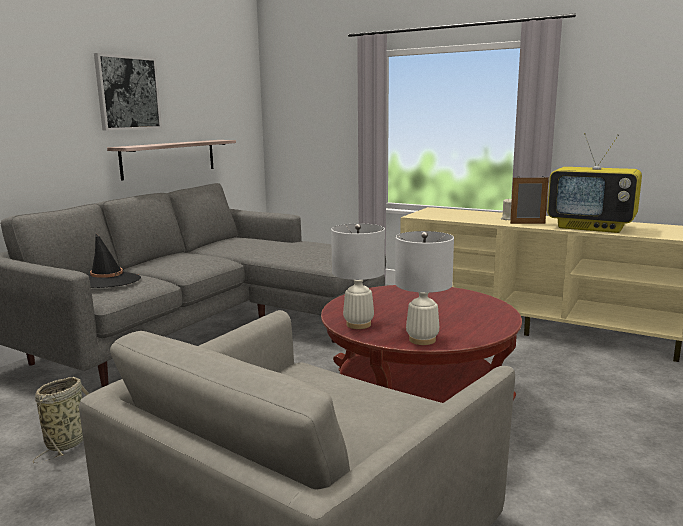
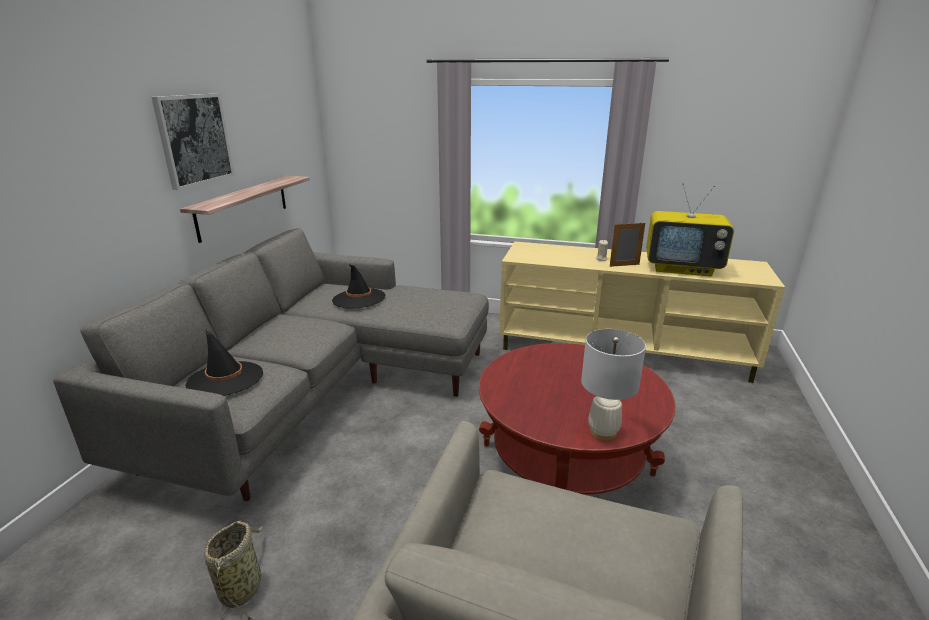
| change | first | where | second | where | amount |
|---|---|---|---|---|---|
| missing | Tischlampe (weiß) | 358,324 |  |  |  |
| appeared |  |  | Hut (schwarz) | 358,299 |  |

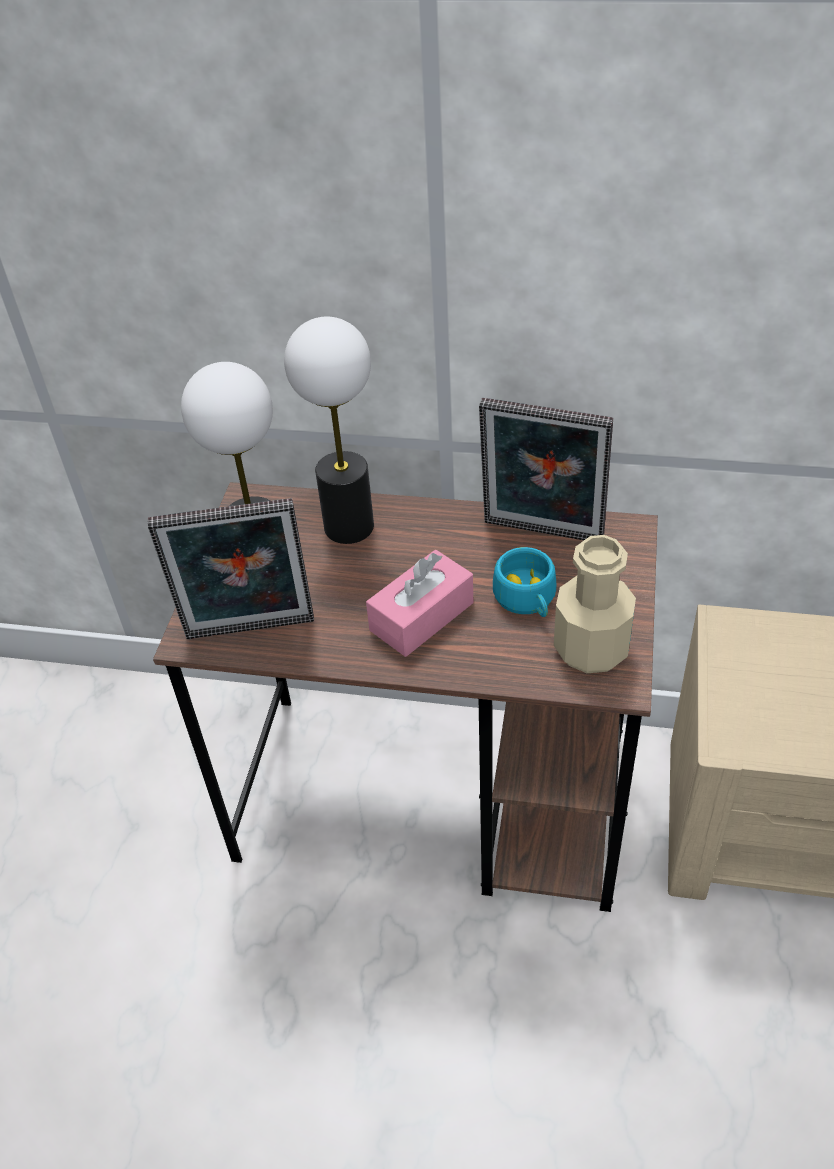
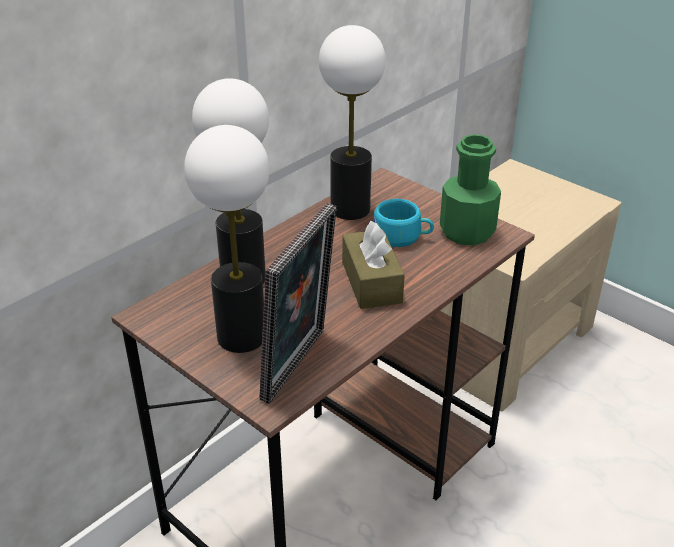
| change | first | where | second | where | amount |
|---|---|---|---|---|---|
| colour | Taschentuchbox (rosa) | 421,616 | Taschentuchbox (braun) | 371,282 |  |
| exchanged | Bilderrahmen | 541,535 | Tischlampe | 350,209 |  |
| colour | Flasche (beige) | 591,648 | Flasche (grün) | 467,232 |  |

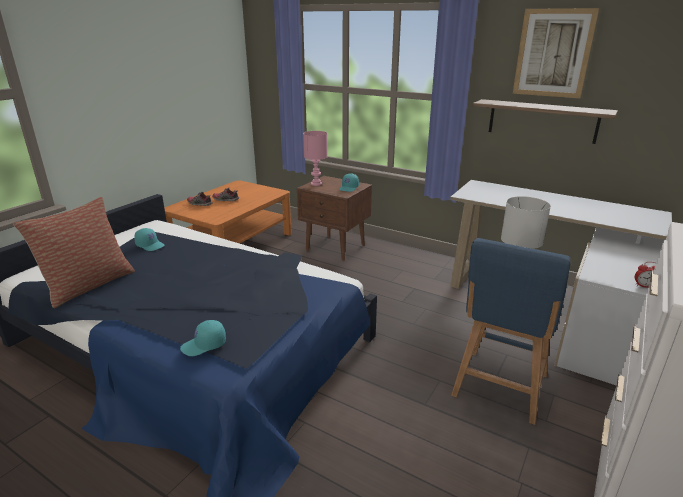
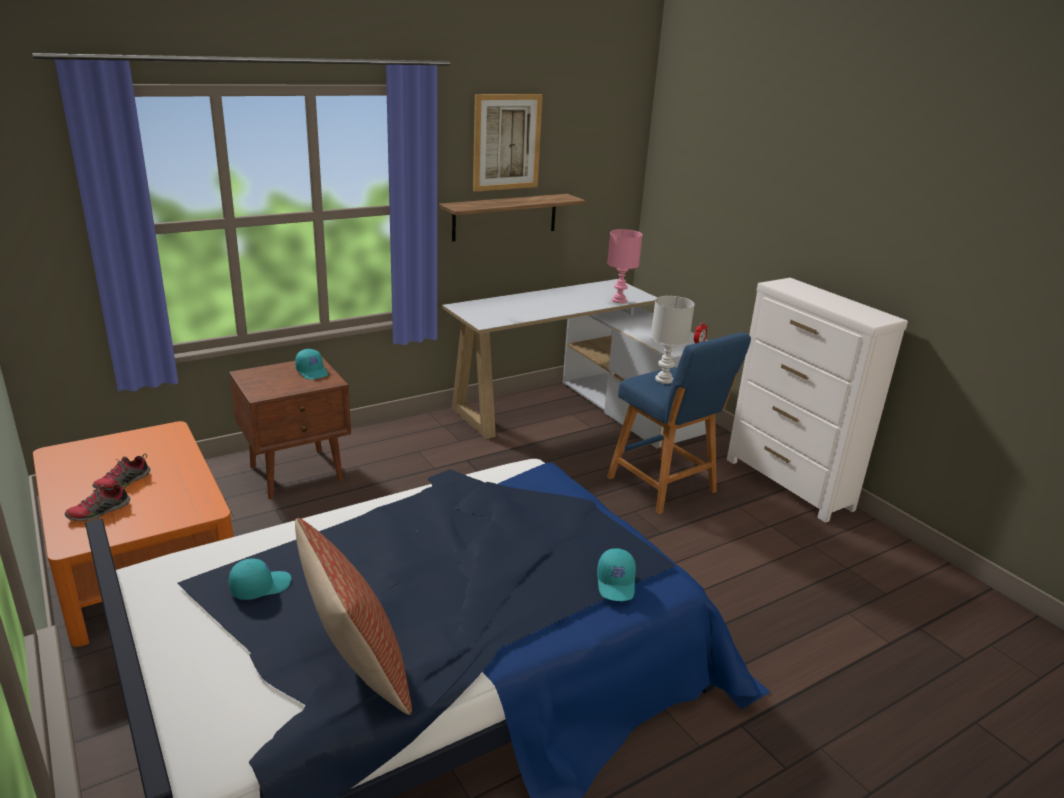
| change | first | where | second | where | amount |
|---|---|---|---|---|---|
| relocated | Tischlampe (rosa) | 316,184 |  | 619,300 |  |

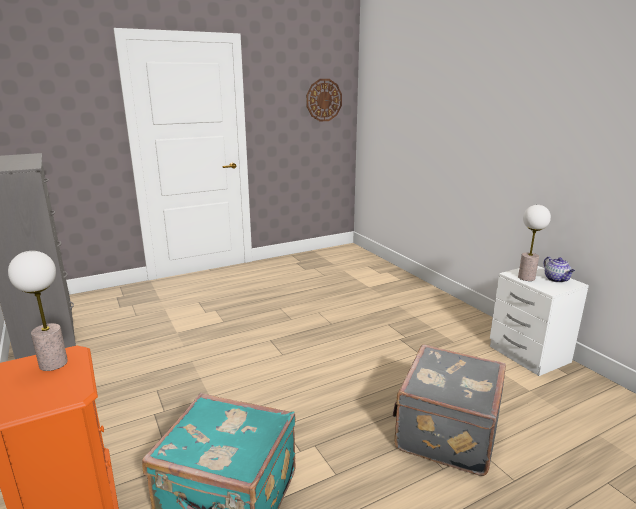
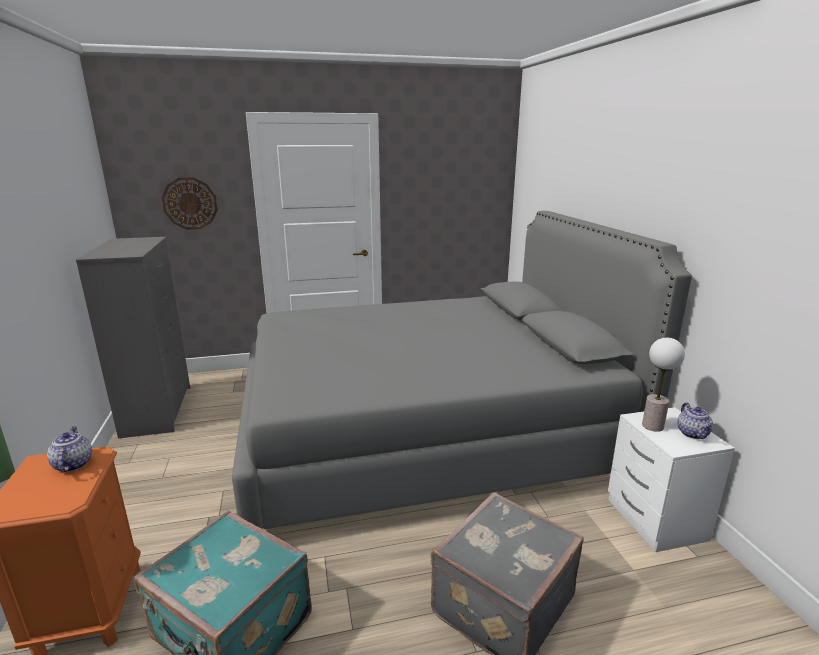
| change | first | where | second | where | amount |
|---|---|---|---|---|---|
| exchanged | Tischlampe | 53,363 | Teekanne | 73,464 |  |
| relocated | Wanduhr | 324,100 |  | 190,203 |  |
| appeared |  |  | Bett (grau) | 425,434 |  |

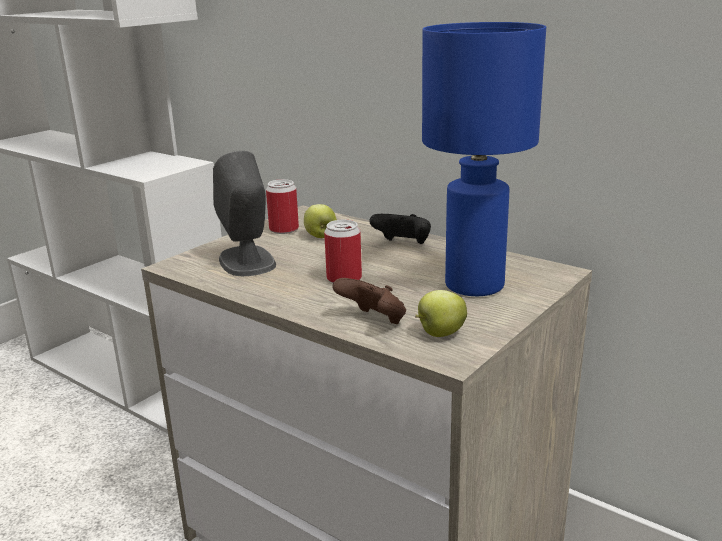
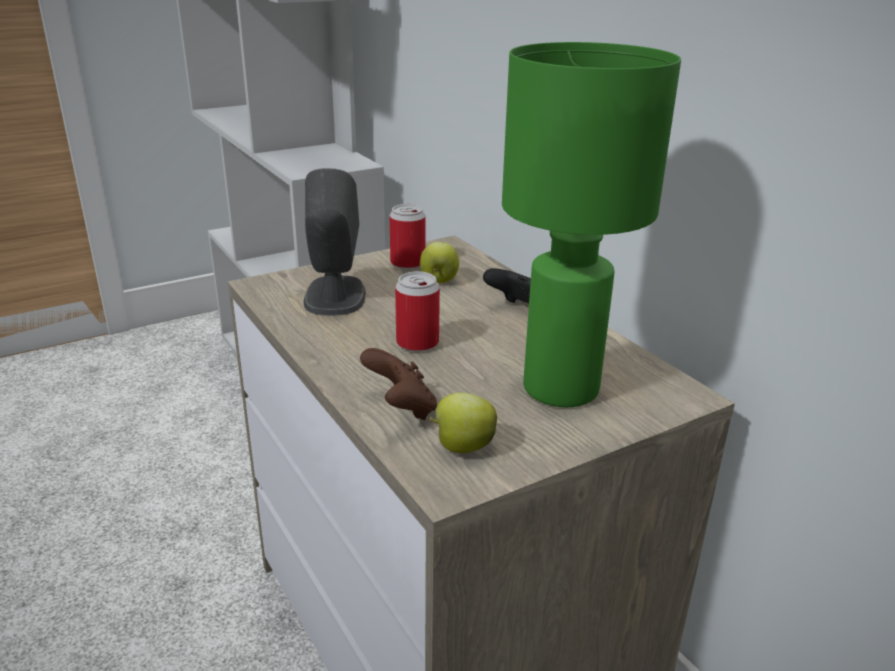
| change | first | where | second | where | amount |
|---|---|---|---|---|---|
| colour | Tischlampe (blau) | 472,285 | Tischlampe (grün) | 558,388 |  |

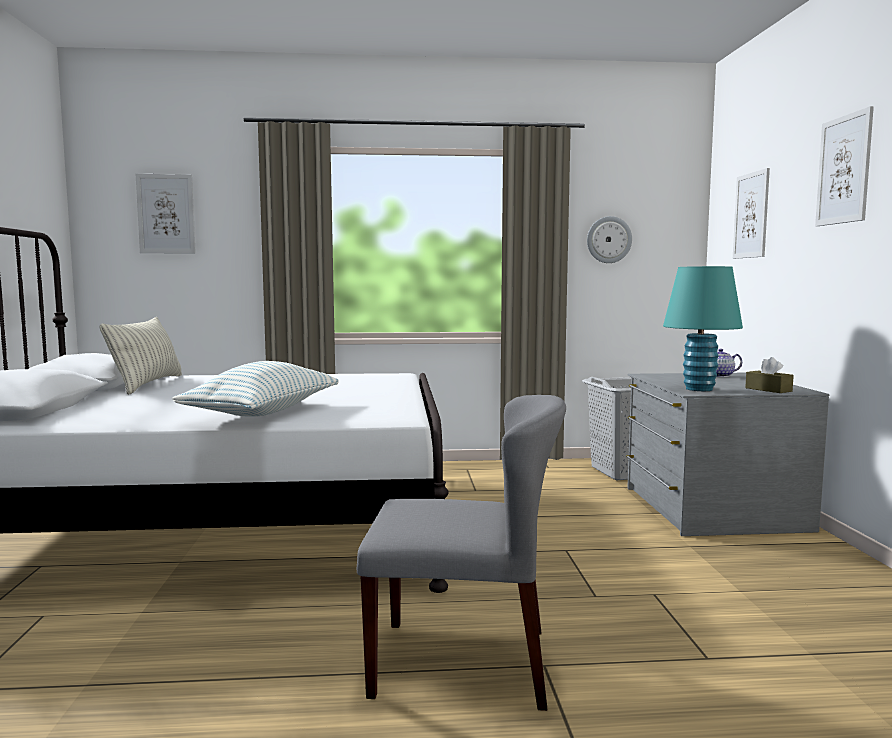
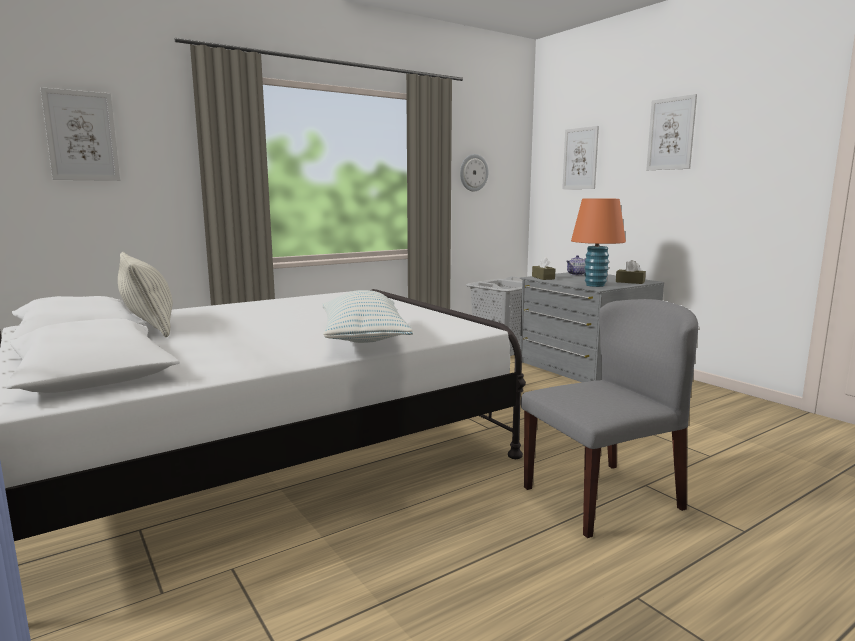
| change | first | where | second | where | amount |
|---|---|---|---|---|---|
| colour | Tischlampe (türkis) | 698,389 | Tischlampe (orange) | 595,285 |  |
| appeared |  |  | Taschentuchbox (braun) | 543,278 |  |

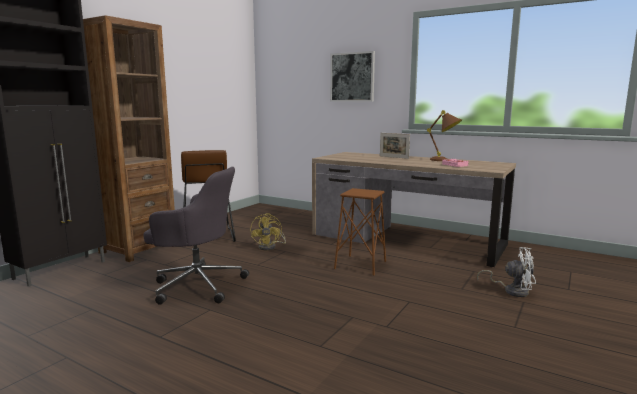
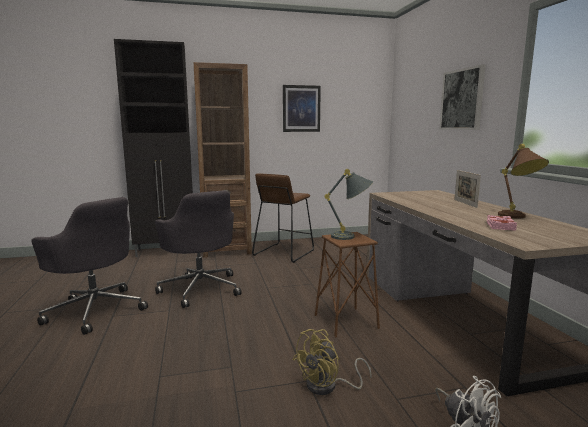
| change | first | where | second | where | amount |
|---|---|---|---|---|---|
| relocated | Ventilator (gelb) | 270,247 |  | 328,386 |  |
| appeared |  |  | Bürostuhl (grau) | 95,310 |  |
| appeared |  |  | Bild | 301,108 |  |
| appeared |  |  | Tischlampe (grau) | 351,237 |  |

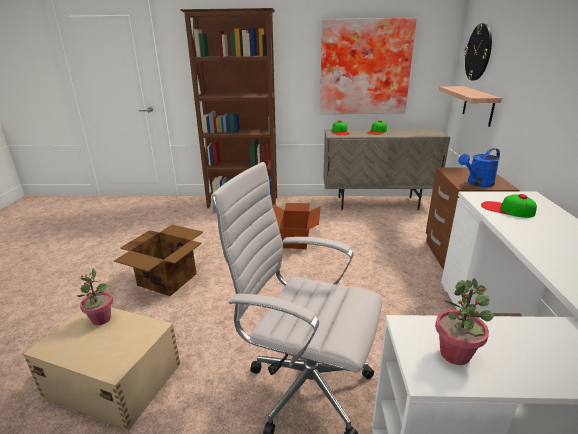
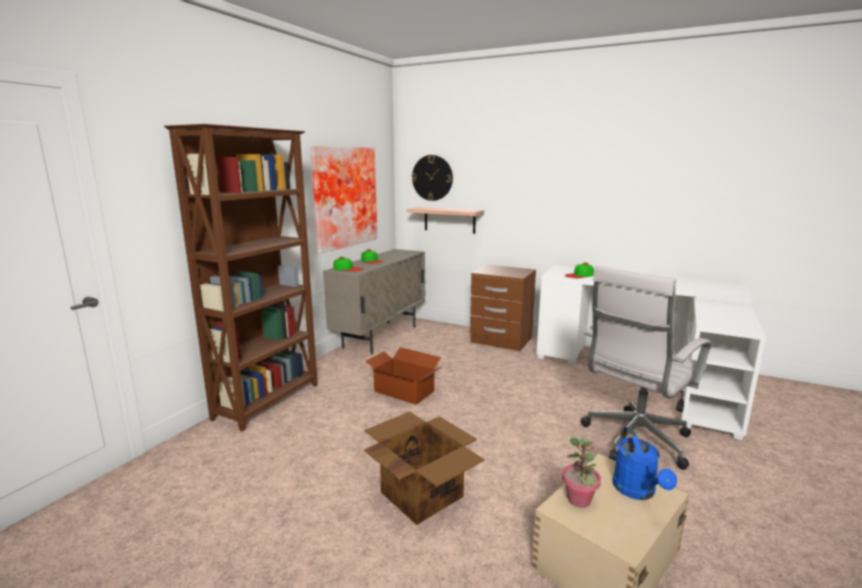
| change | first | where | second | where | amount |
|---|---|---|---|---|---|
| missing | Topfpflanze | 455,354 |  |  |  |
| relocated | Gießkanne (blau) | 477,184 |  | 638,492 |  |

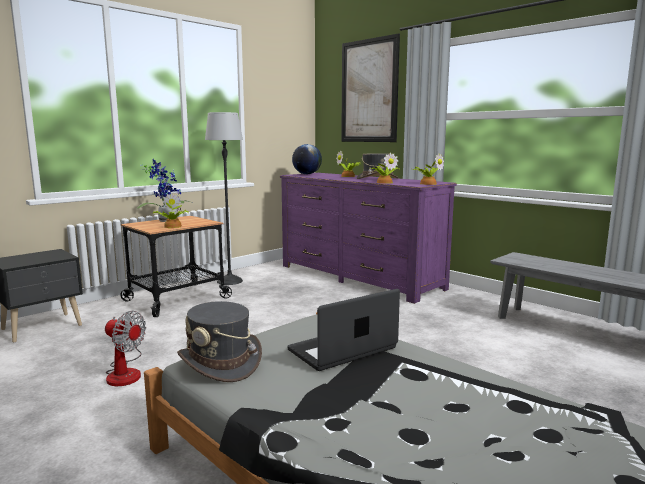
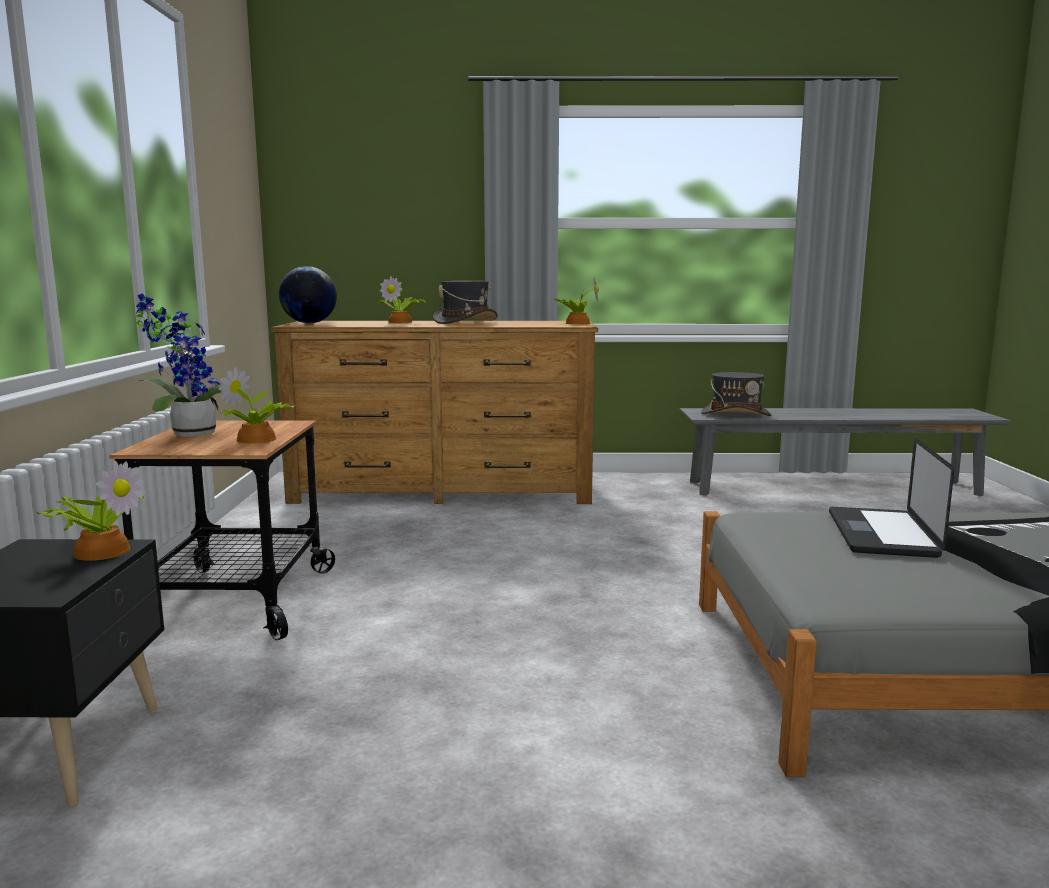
| change | first | where | second | where | amount |
|---|---|---|---|---|---|
| missing | Ventilator | 125,372 |  |  |  |
| relocated | Hut (grau) | 221,362 |  | 735,414 |  |
| missing | Stehlampe | 230,281 |  |  |  |
| colour | Kommode (lila) | 358,277 | Kommode (braun) | 443,491 |  |
| missing | Bild | 368,91 |  |  |  |
| relocated | Topfpflanze | 384,182 |  | 102,550 |  |

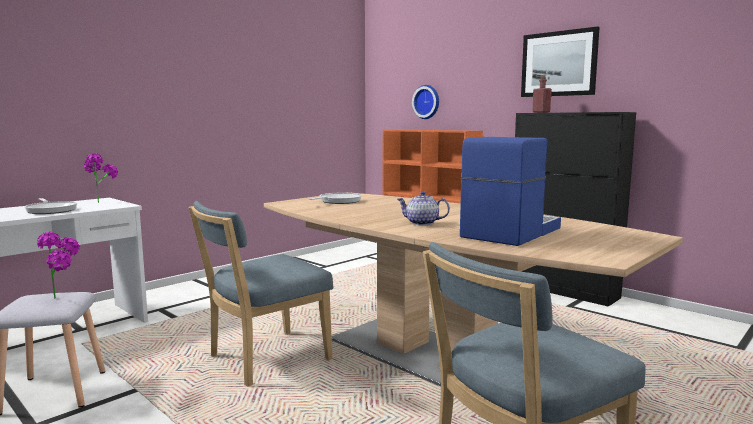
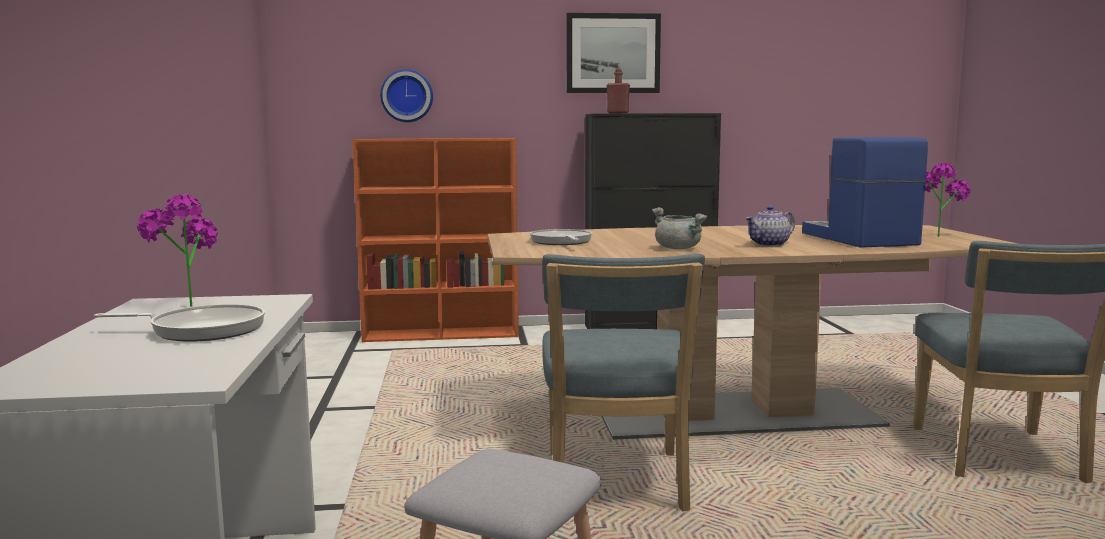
| change | first | where | second | where | amount |
|---|---|---|---|---|---|
| relocated | Topfpflanze | 64,297 |  | 938,235 |  |
| appeared |  |  | Kochtopf (grau) | 679,248 |  |

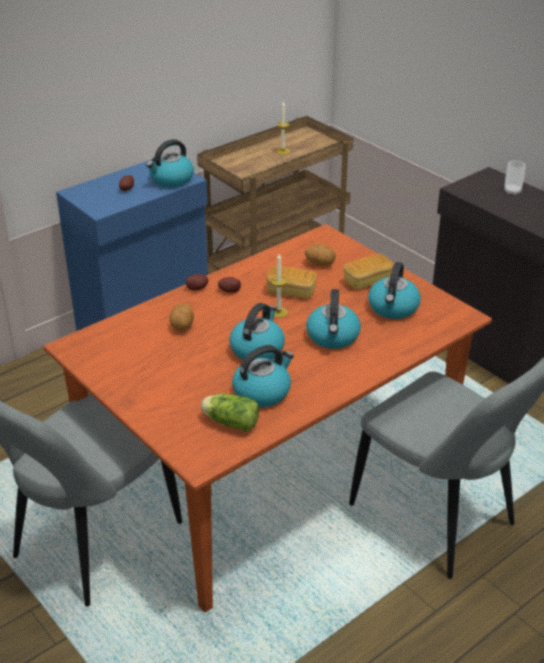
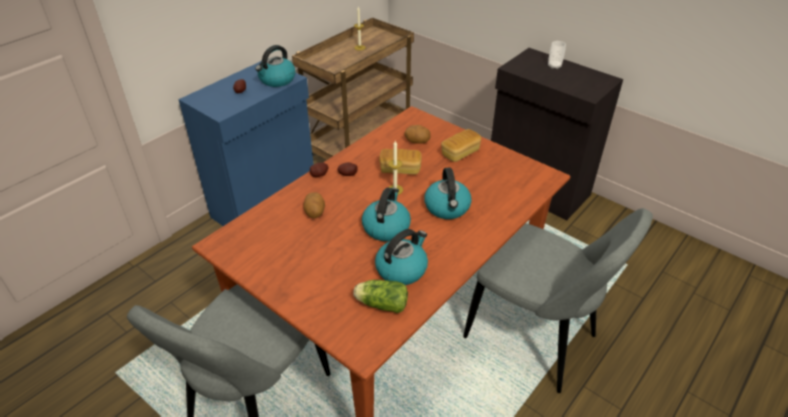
| change | first | where | second | where | amount |
|---|---|---|---|---|---|
| missing | Wasserkessel | 393,308 |  |  |  |

